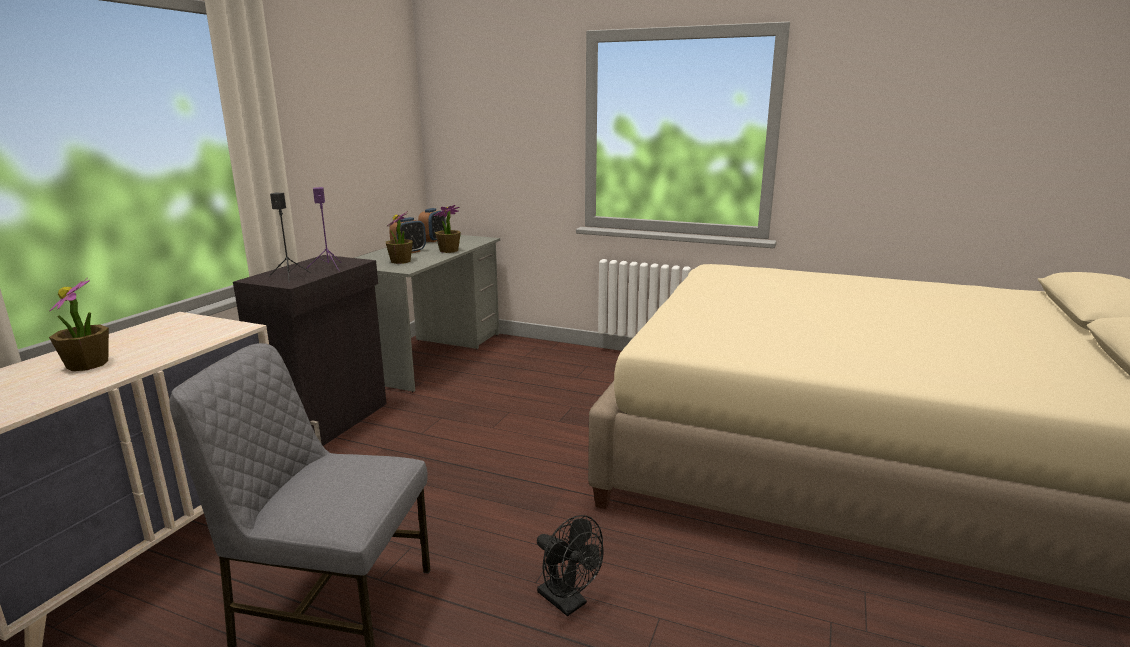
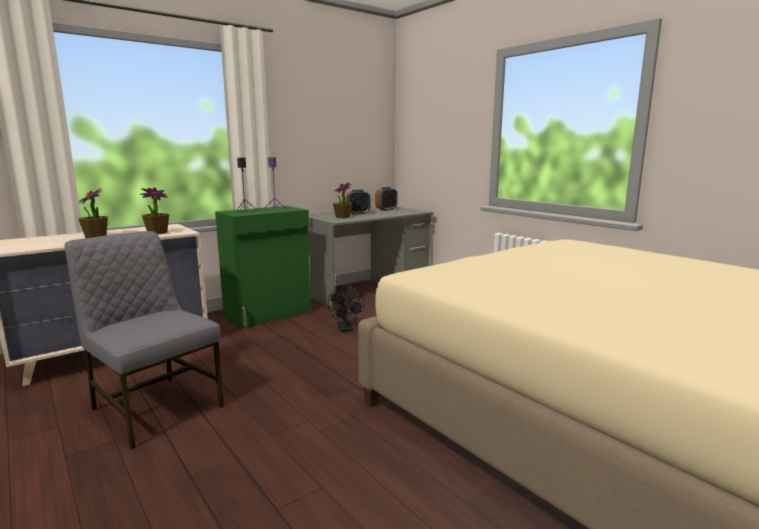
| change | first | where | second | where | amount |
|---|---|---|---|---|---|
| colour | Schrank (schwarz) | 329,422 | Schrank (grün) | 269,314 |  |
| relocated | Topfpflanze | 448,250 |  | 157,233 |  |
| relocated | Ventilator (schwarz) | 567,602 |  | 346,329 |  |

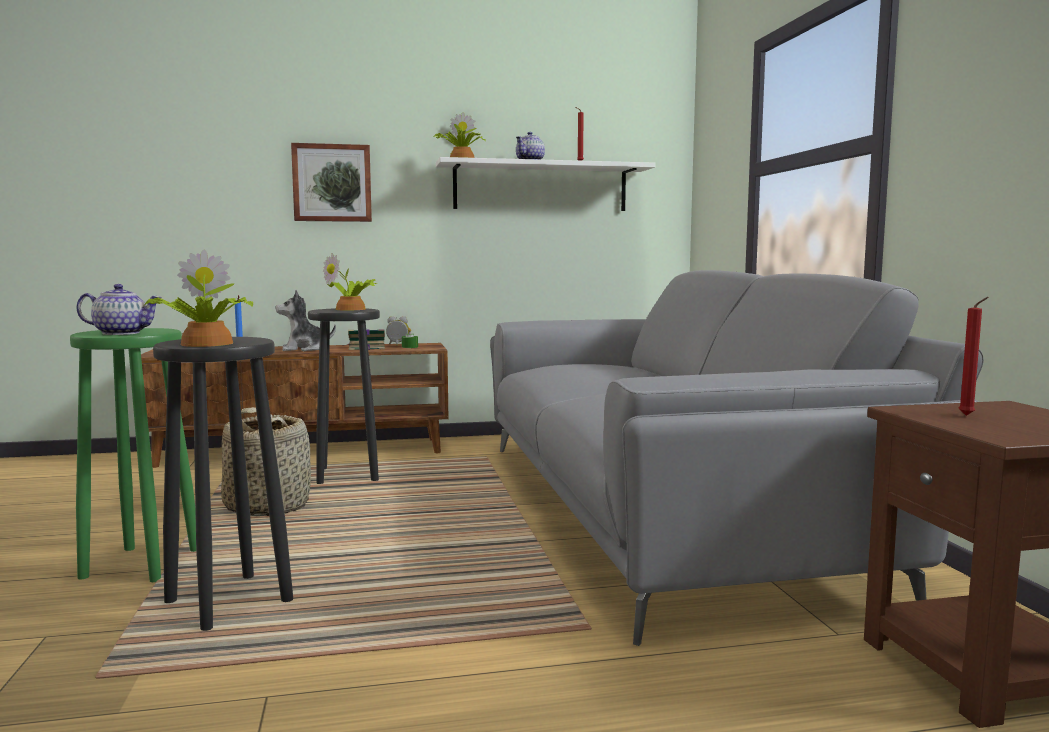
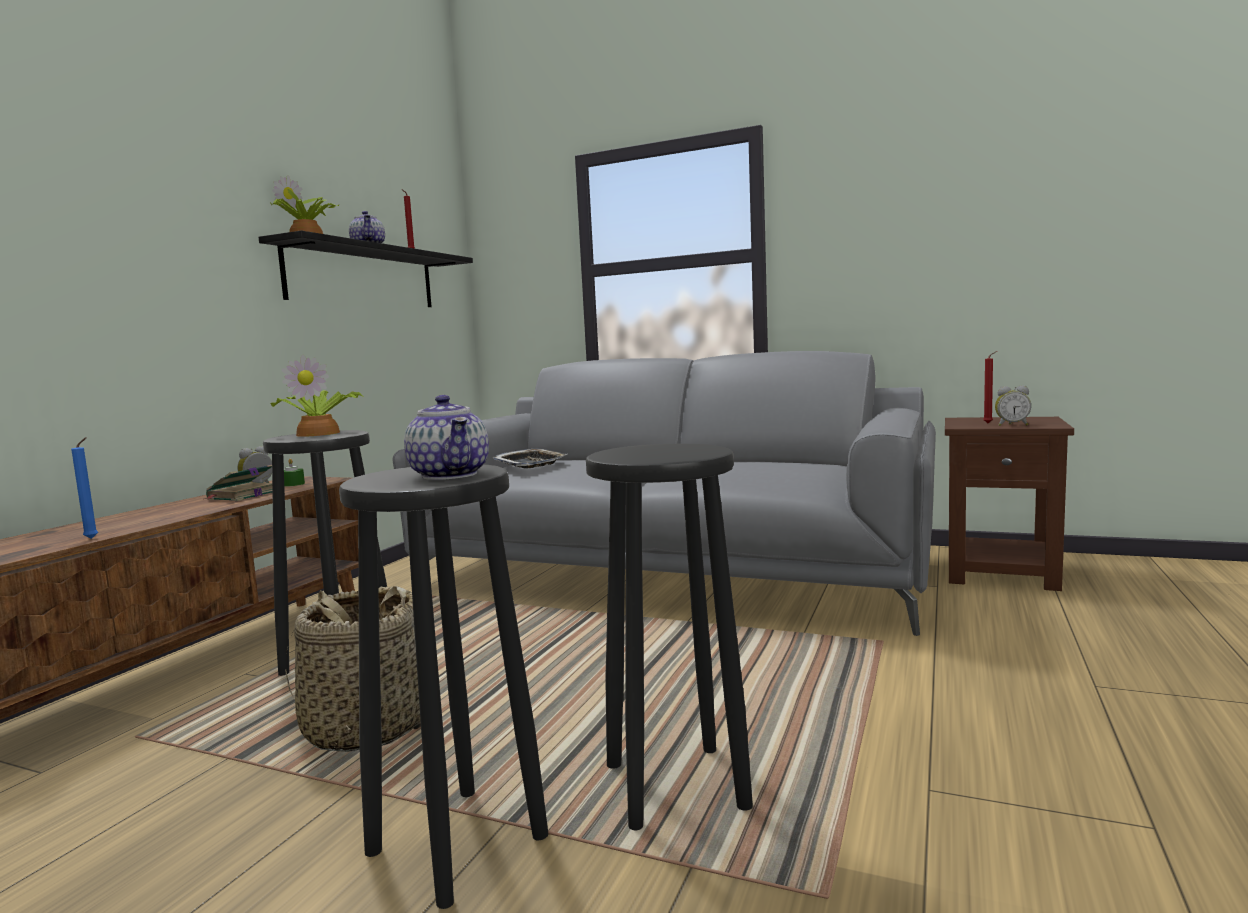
| change | first | where | second | where | amount |
|---|---|---|---|---|---|
| colour | Hocker (grün) | 143,563 | Hocker (schwarz) | 456,842 |  |
| spun | Teekanne | 122,333 |  | 451,475 | 120 degrees clockwise |
| missing | Topfpflanze | 204,344 |  |  |  |
| missing | Plüschtier | 304,349 |  |  |  |
| missing | Bild | 332,183 |  |  |  |
| colour | Wandregal (weiß) | 541,187 | Wandregal (schwarz) | 363,277 |  |
| appeared |  |  | Tablett | 530,464 |  |
| appeared |  |  | Wecker | 1012,425 |  |

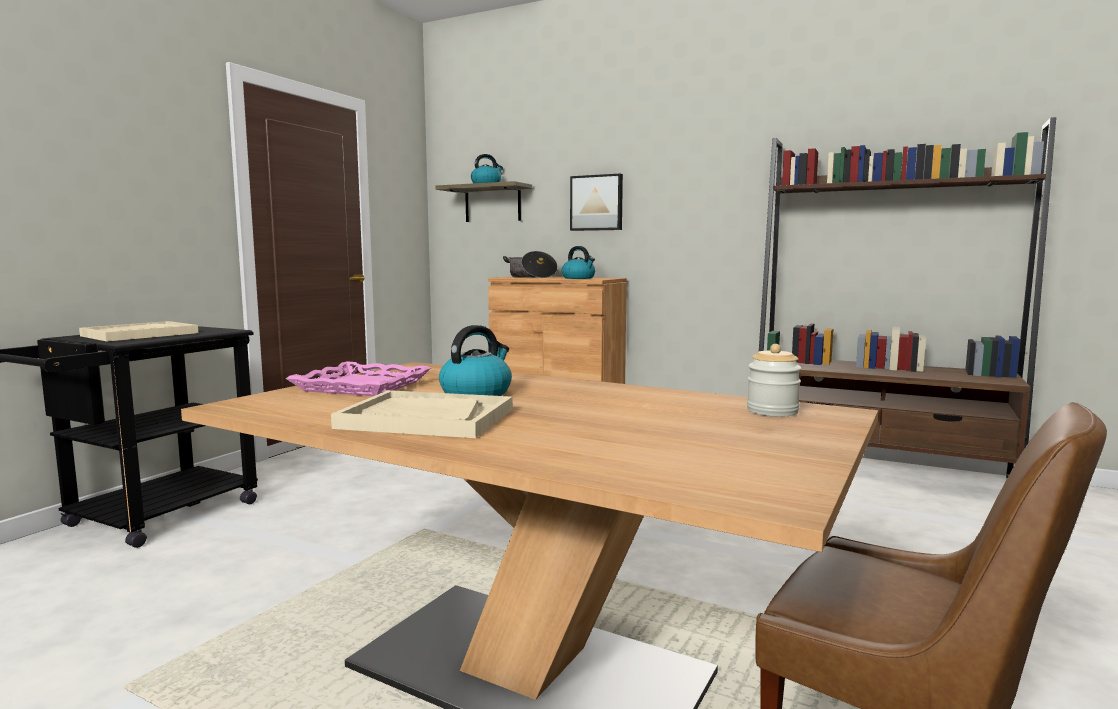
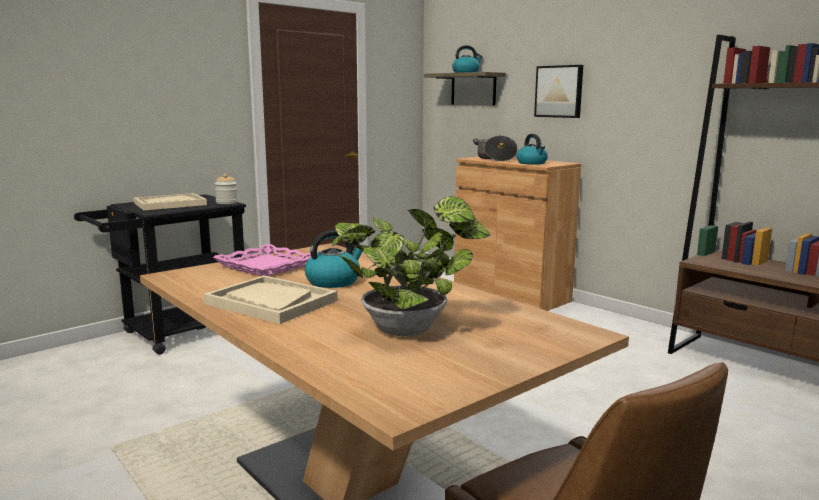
| change | first | where | second | where | amount |
|---|---|---|---|---|---|
| relocated | Vorratsglas | 772,411 |  | 227,202 |  |
| appeared |  |  | Topfpflanze | 410,329 |  |

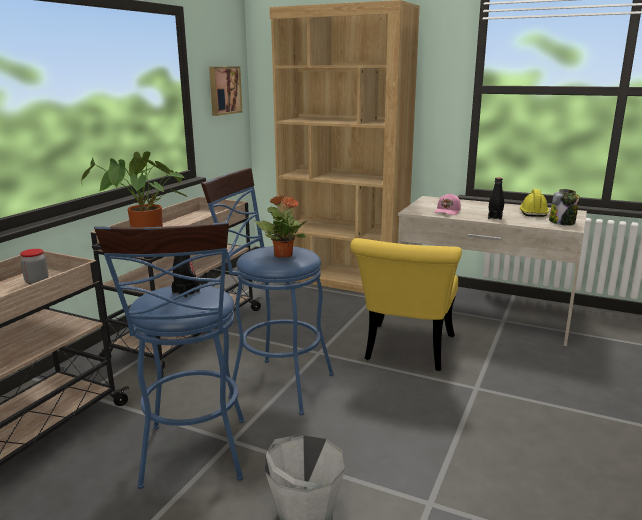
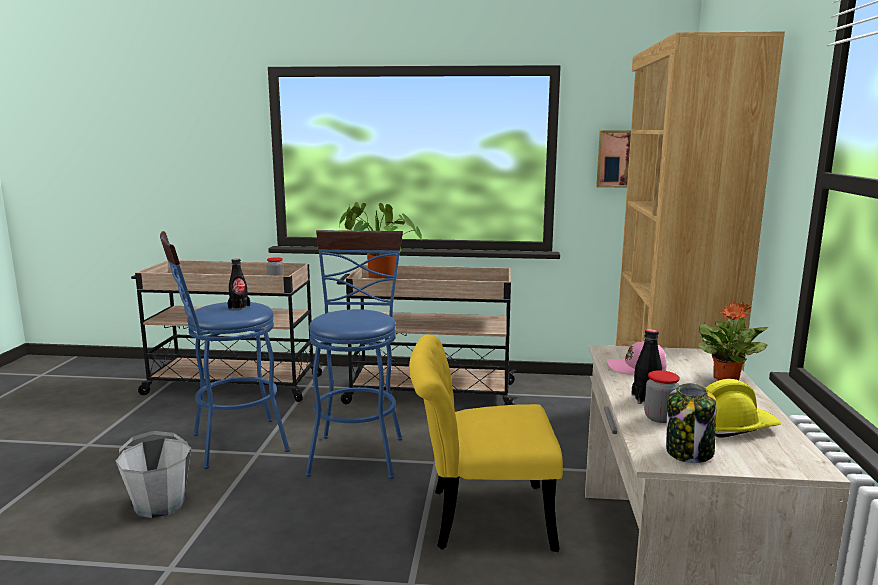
| change | first | where | second | where | amount |
|---|---|---|---|---|---|
| relocated | Topfpflanze | 283,255 |  | 726,379 |  |
| appeared |  |  | Vorratsglas | 660,418 |  |

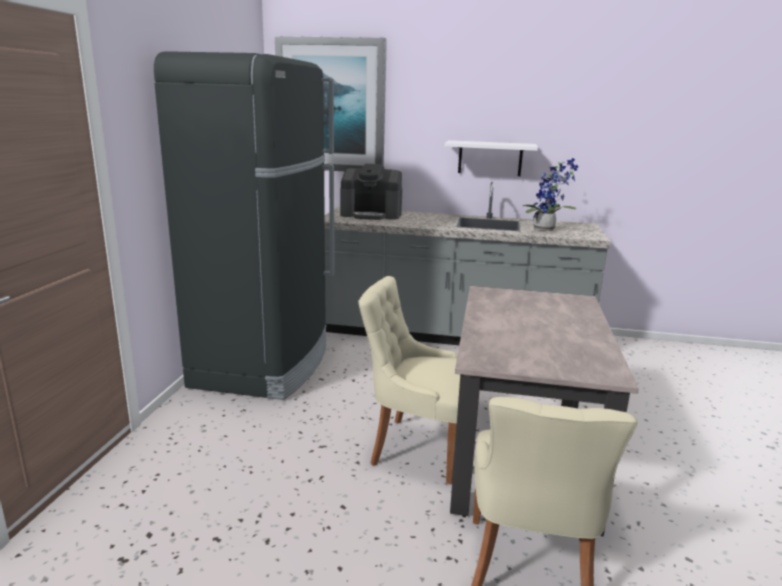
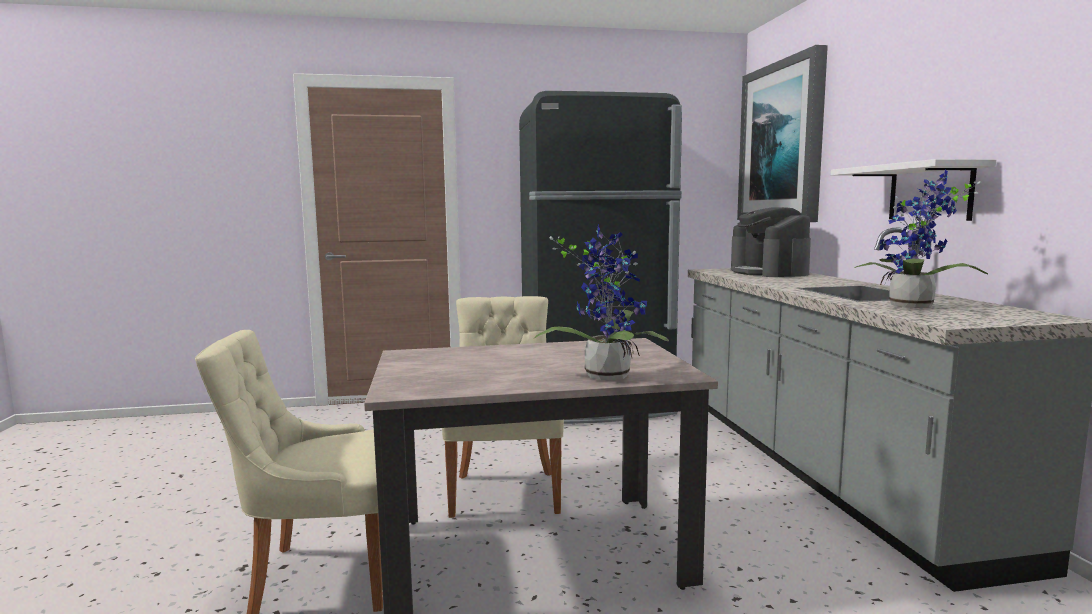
| change | first | where | second | where | amount |
|---|---|---|---|---|---|
| appeared |  |  | Topfpflanze | 606,374 |  |

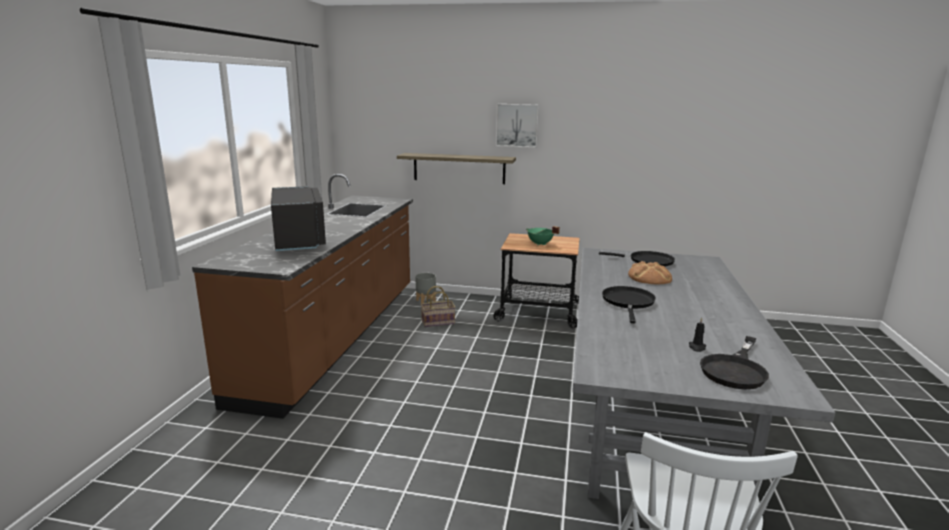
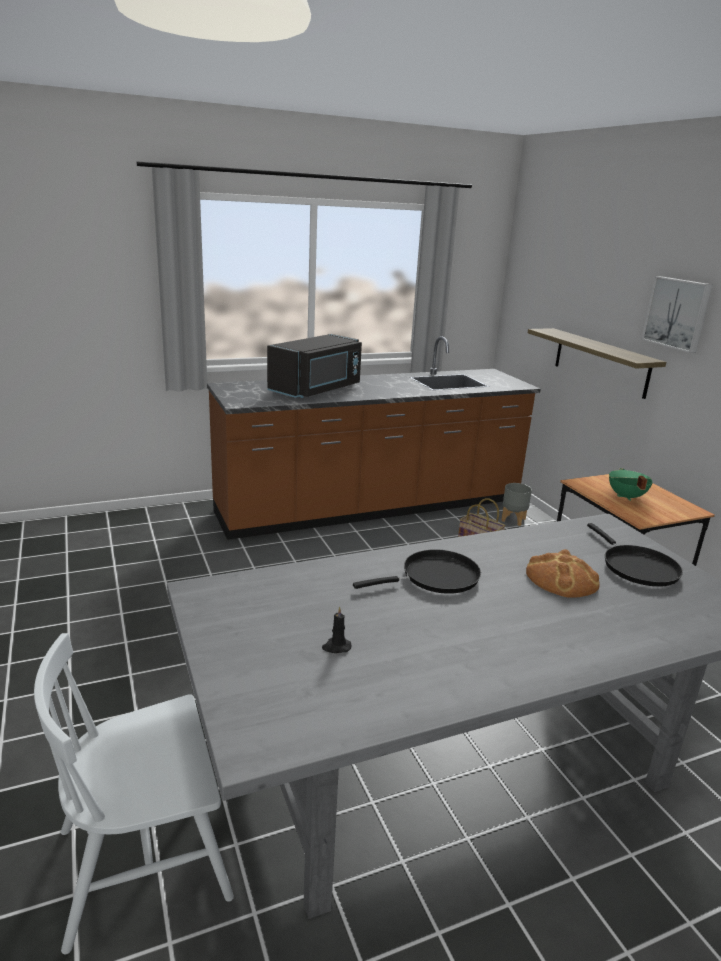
| change | first | where | second | where | amount |
|---|---|---|---|---|---|
| missing | Pfanne (schwarz) | 735,369 |  |  |  |

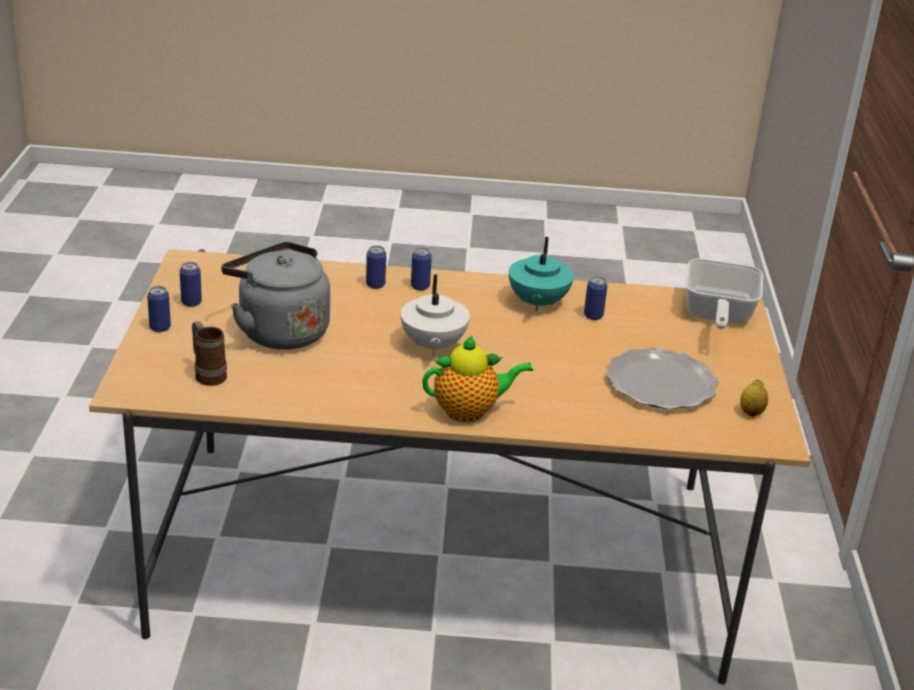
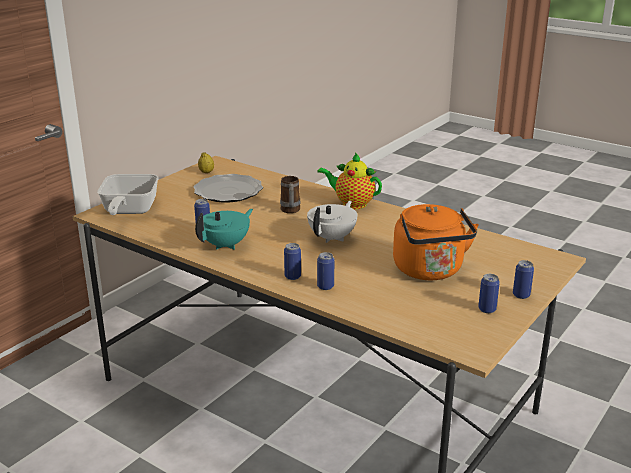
| change | first | where | second | where | amount |
|---|---|---|---|---|---|
| relocated | Henkelbecher | 208,374 |  | 290,211 |  |
| colour | Wasserkessel (grau) | 279,331 | Wasserkessel (orange) | 430,271 |  |
| spun | Pfanne | 716,316 |  | 128,211 | 135 degrees clockwise |

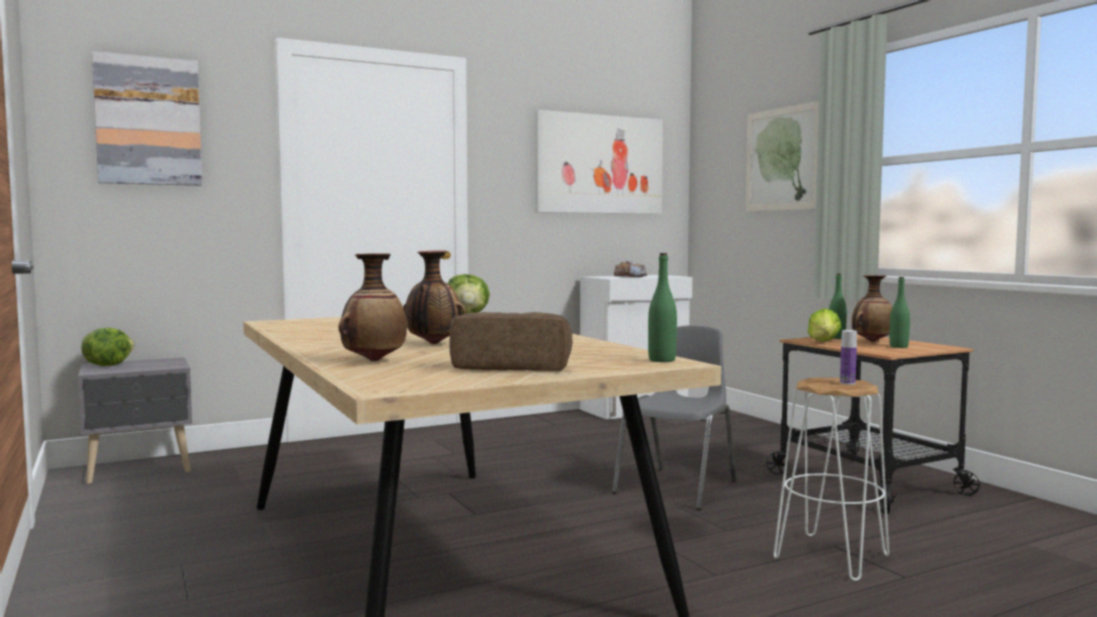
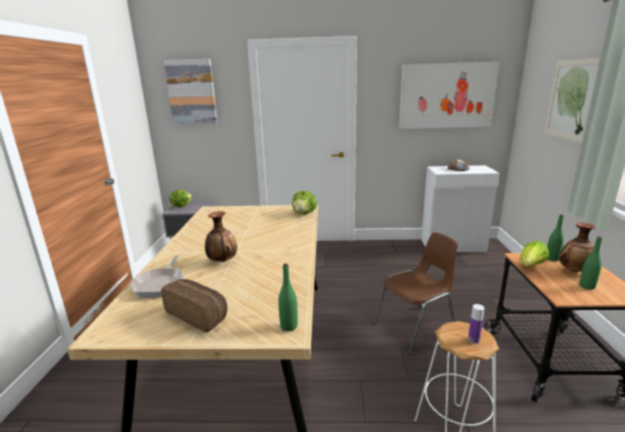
| change | first | where | second | where | amount |
|---|---|---|---|---|---|
| exchanged | Vase | 374,360 | Pfanne | 160,284 |  |
| colour | Stuhl (grau) | 678,487 | Stuhl (braun) | 416,328 |  |

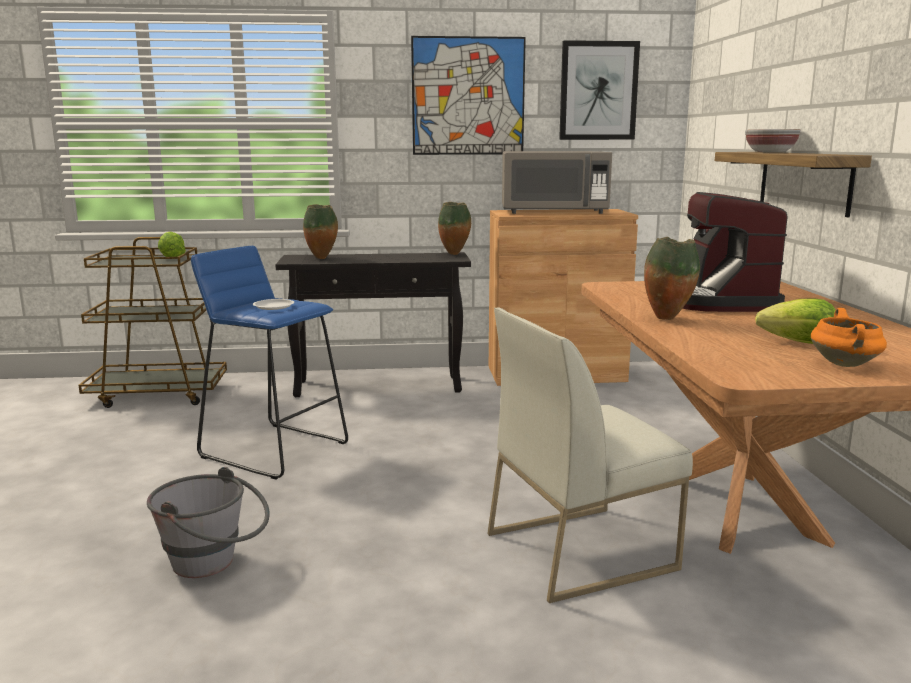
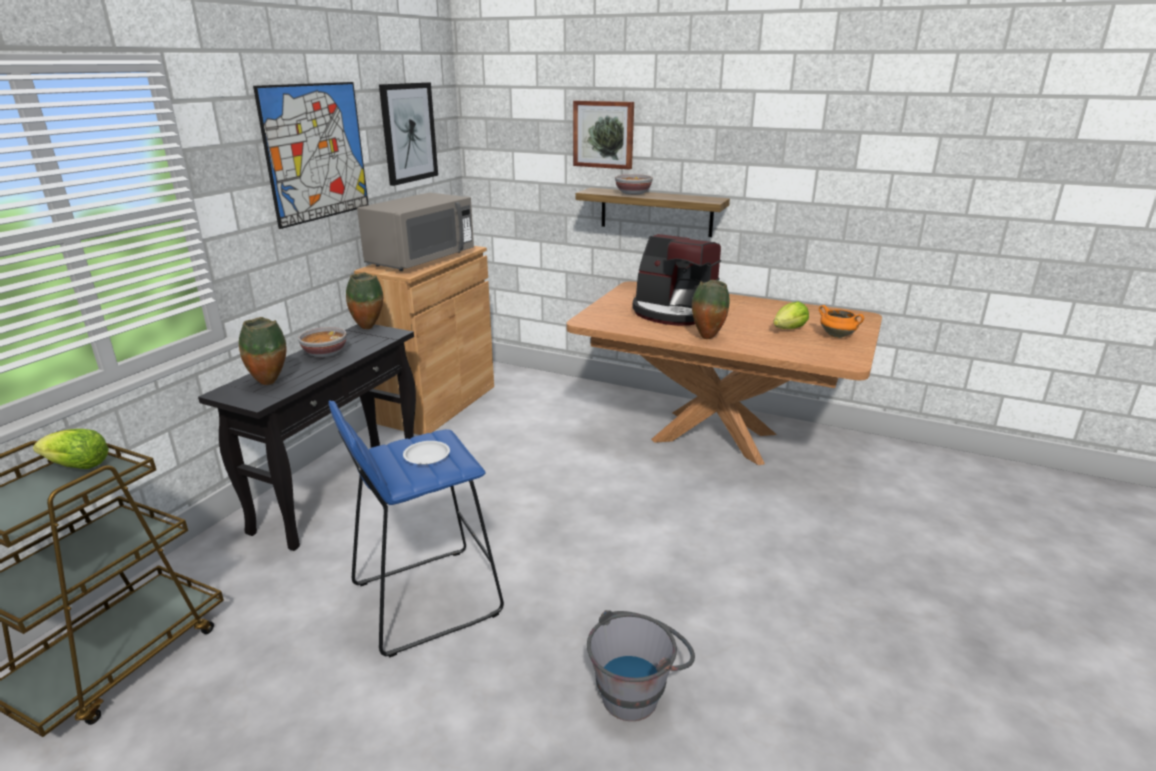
| change | first | where | second | where | amount |
|---|---|---|---|---|---|
| missing | Stuhl (weiß) | 580,550 |  |  |  |
| appeared |  |  | Schüssel | 324,353 |  |
| appeared |  |  | Bild | 604,134 |  |

